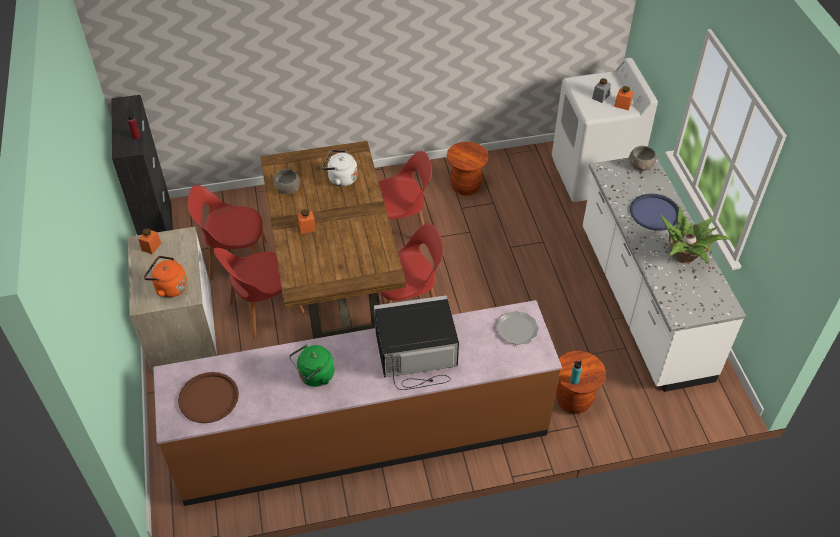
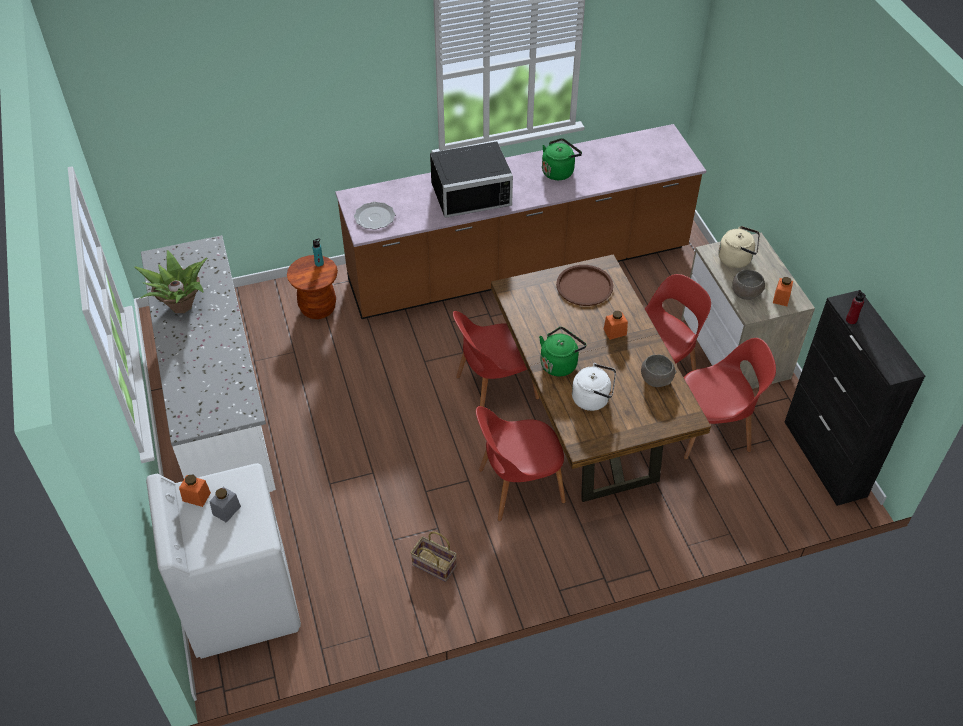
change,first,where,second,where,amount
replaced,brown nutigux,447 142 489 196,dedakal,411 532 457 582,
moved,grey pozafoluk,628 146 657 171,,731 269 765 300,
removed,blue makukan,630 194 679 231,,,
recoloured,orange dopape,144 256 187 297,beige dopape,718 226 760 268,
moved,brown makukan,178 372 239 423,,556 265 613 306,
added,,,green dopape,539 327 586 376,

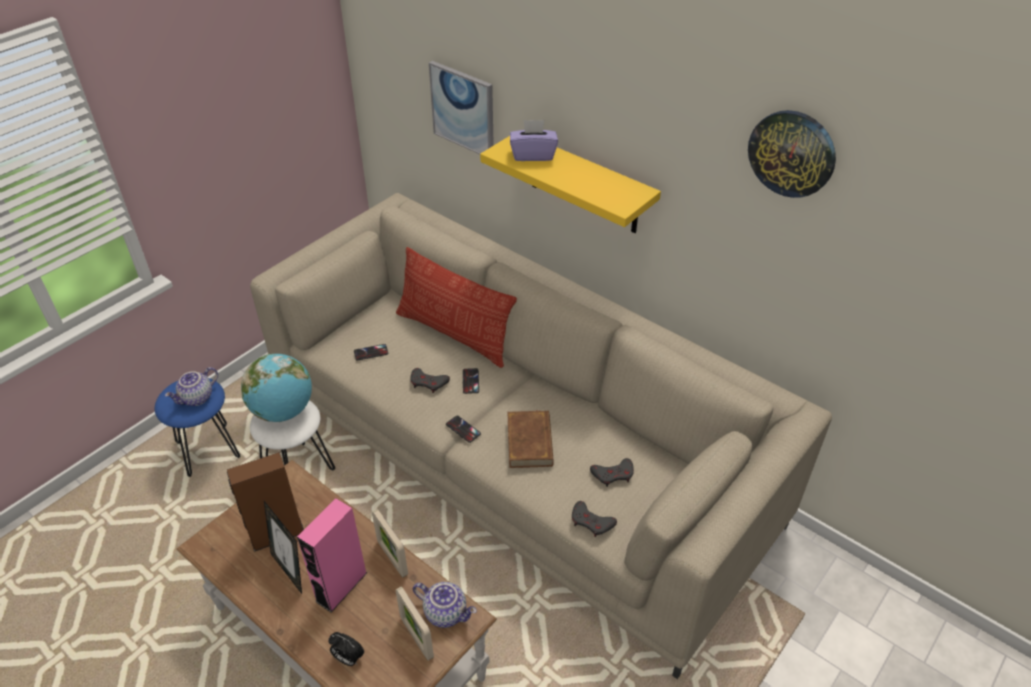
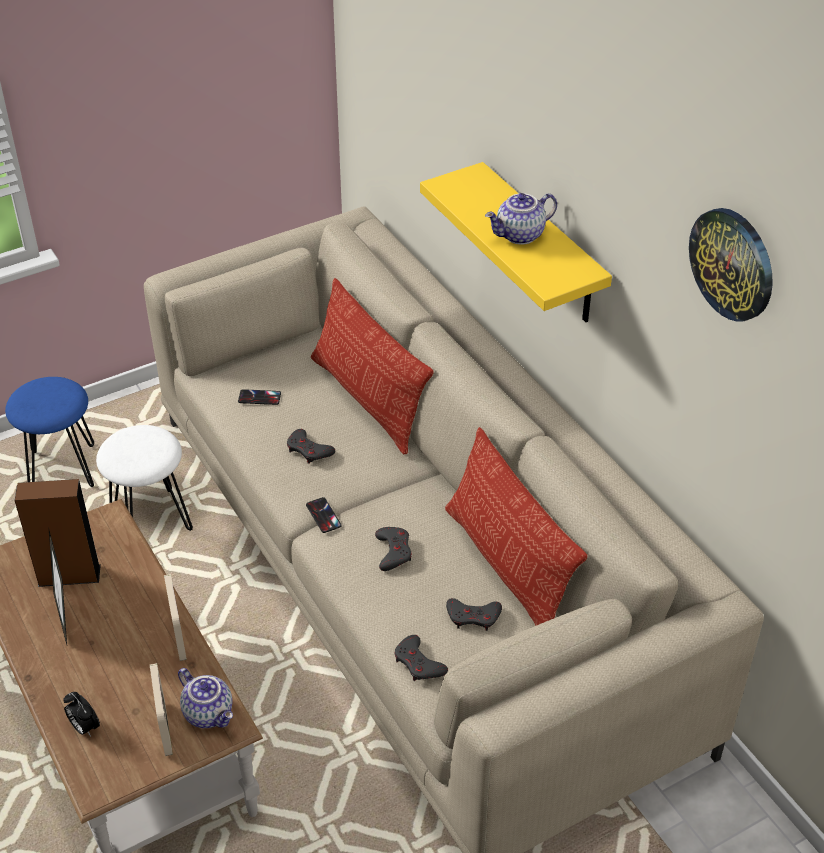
change,first,where,second,where,amount
removed,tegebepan,429 61 494 154,,,
removed,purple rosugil,510 120 558 161,,,
removed,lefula,241 354 312 422,,,
moved,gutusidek,165 367 218 406,,485 193 557 245,
removed,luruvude,463 368 479 394,,,
replaced,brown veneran,507 410 554 468,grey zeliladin,375 527 412 571,
removed,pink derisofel,297 498 367 613,,,
added,,,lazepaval,445 427 587 626,

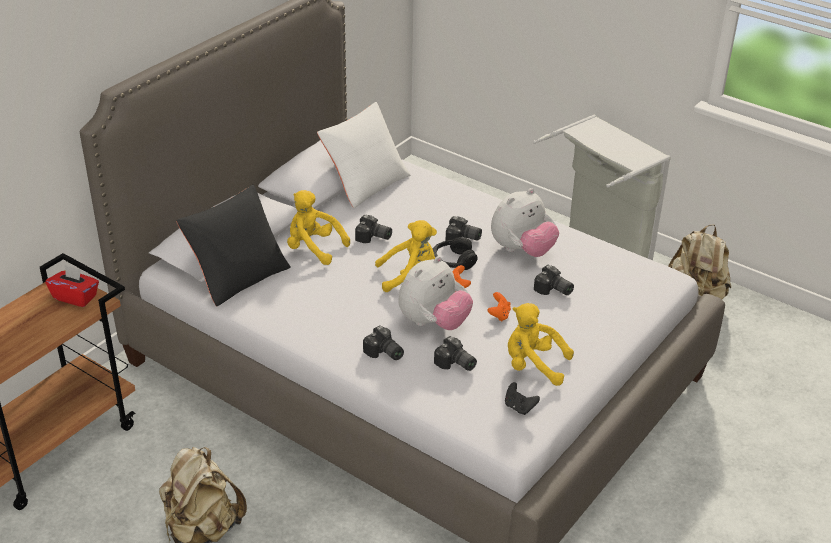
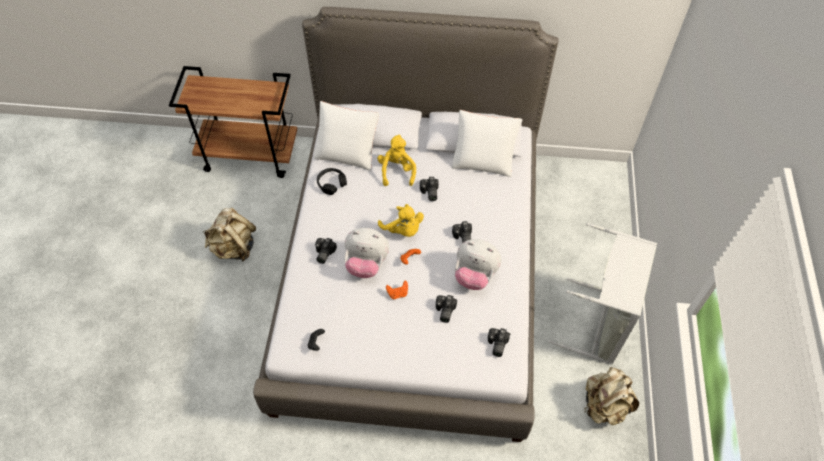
change,first,where,second,where,amount
recoloured,black lazepaval,176 185 291 306,white lazepaval,314 101 379 171,
moved,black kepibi,433 237 478 270,,317 168 347 195,
removed,red rosugil,46 264 99 307,,,
removed,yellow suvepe,508 303 574 386,,,
moved,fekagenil,434 336 477 371,,488 328 510 357,

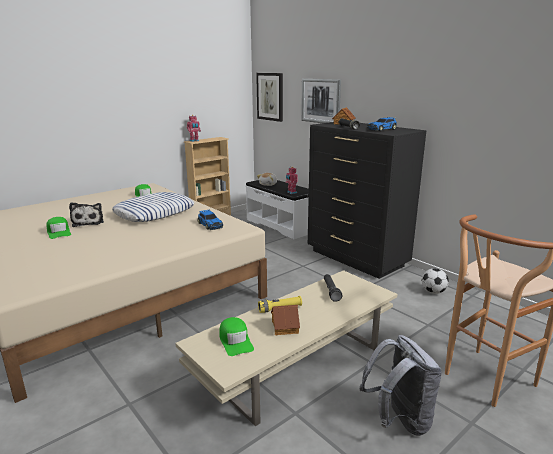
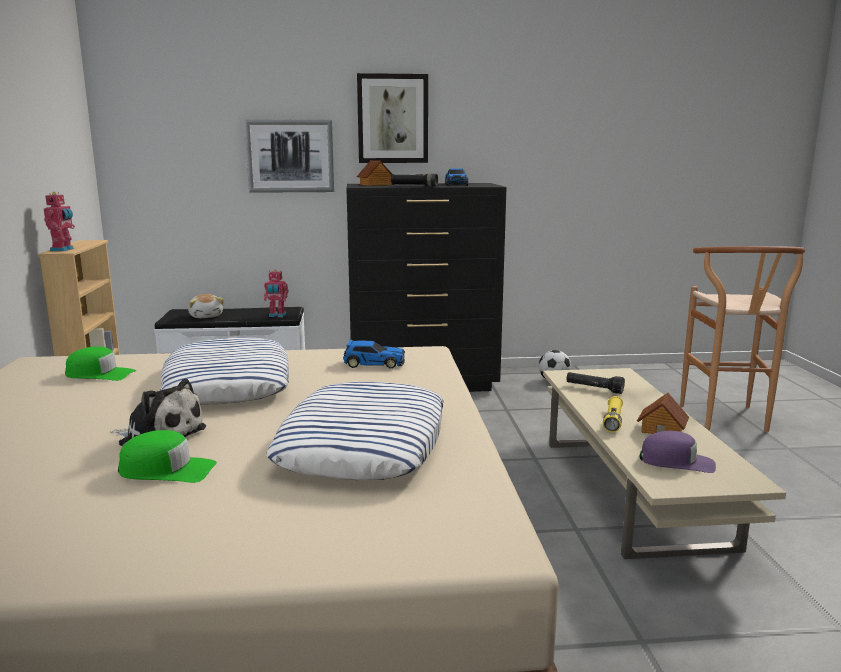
change,first,where,second,where,amount
moved,tegebepan,256 73 283 122,,357 73 428 163,
recoloured,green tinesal,219 317 254 356,purple tinesal,639 431 716 473,
removed,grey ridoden,360 335 442 436,,,
added,,,lazepaval,266 381 444 480,

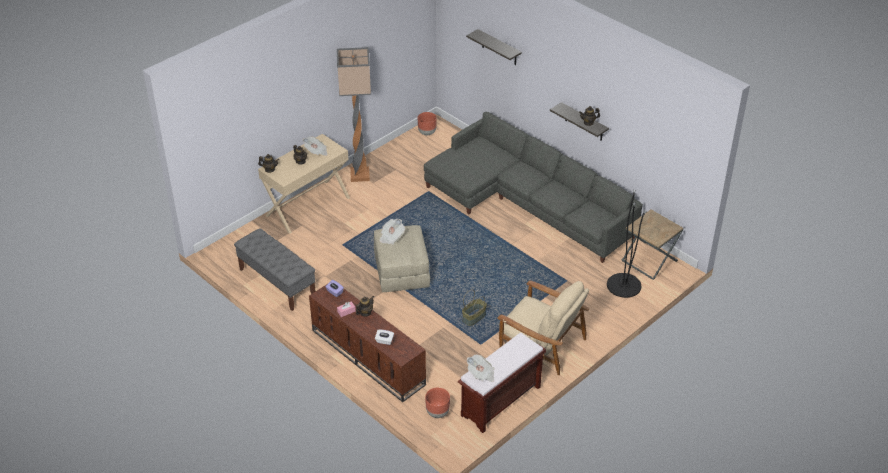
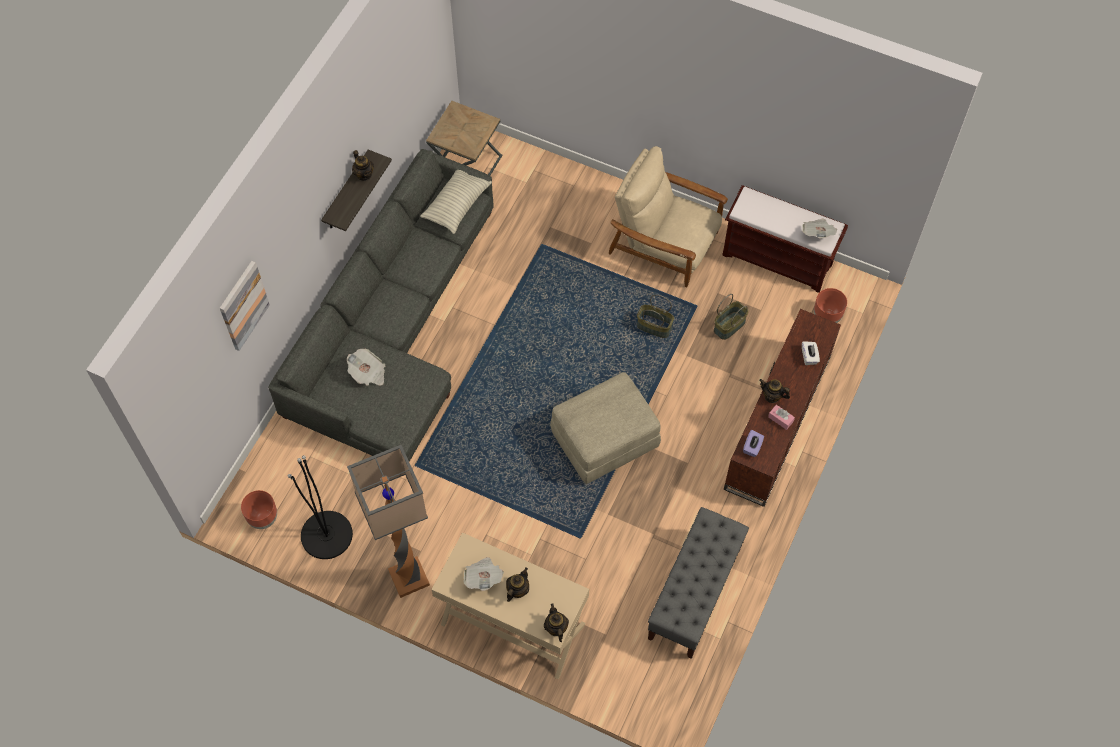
change,first,where,second,where,amount
replaced,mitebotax,466 29 522 65,tegebepan,220 261 270 351,
moved,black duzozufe,607 190 647 298,,288 455 353 559,
moved,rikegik,379 219 405 245,,347 349 385 386,
turned,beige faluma,497 280 589 375,,609 146 728 287,75 degrees counterclockwise
added,,,lazepaval,420 170 492 234,
added,,,dedakal,714 294 748 340,

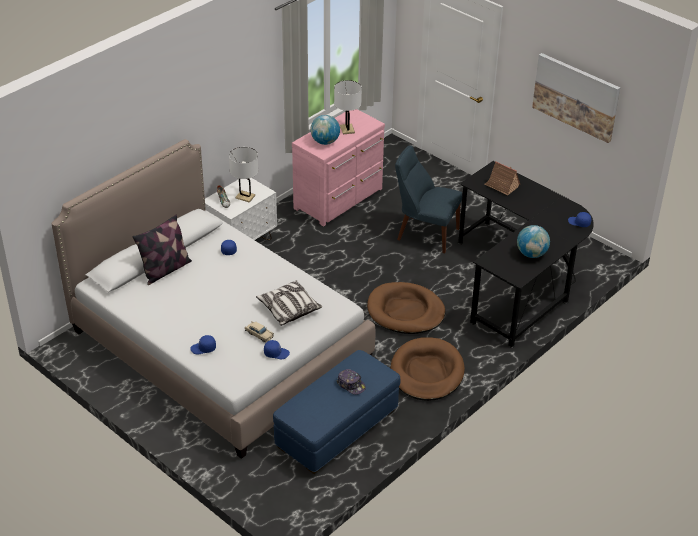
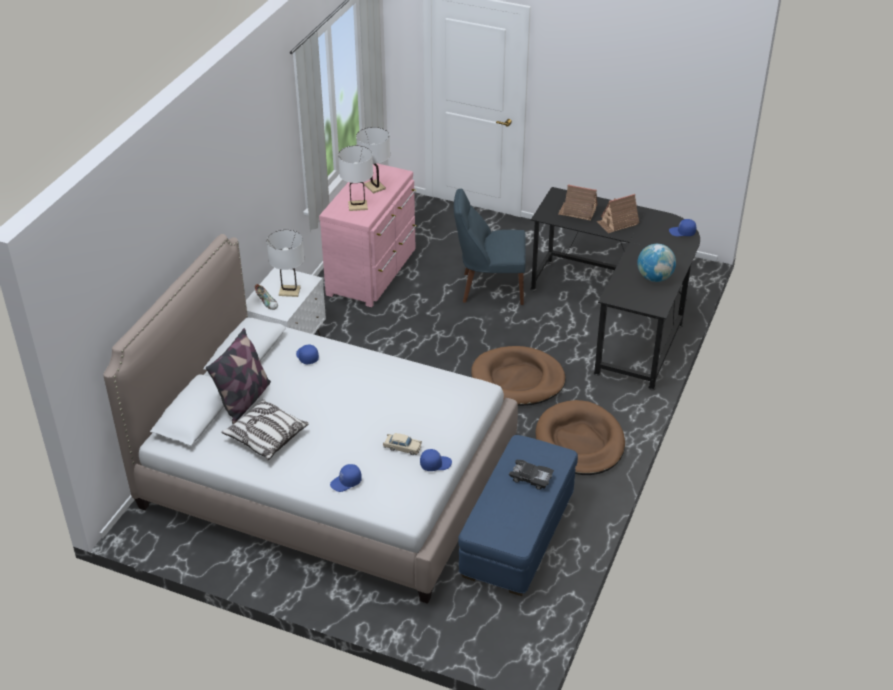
change,first,where,second,where,amount
removed,tegebepan,532 53 620 143,,,
replaced,lefula,310 115 340 145,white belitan,338 145 373 211,
moved,lazepaval,256 280 322 326,,221 399 309 460,
replaced,tinesal,337 369 366 395,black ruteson,509 459 554 490,
added,,,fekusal,597 194 639 233,

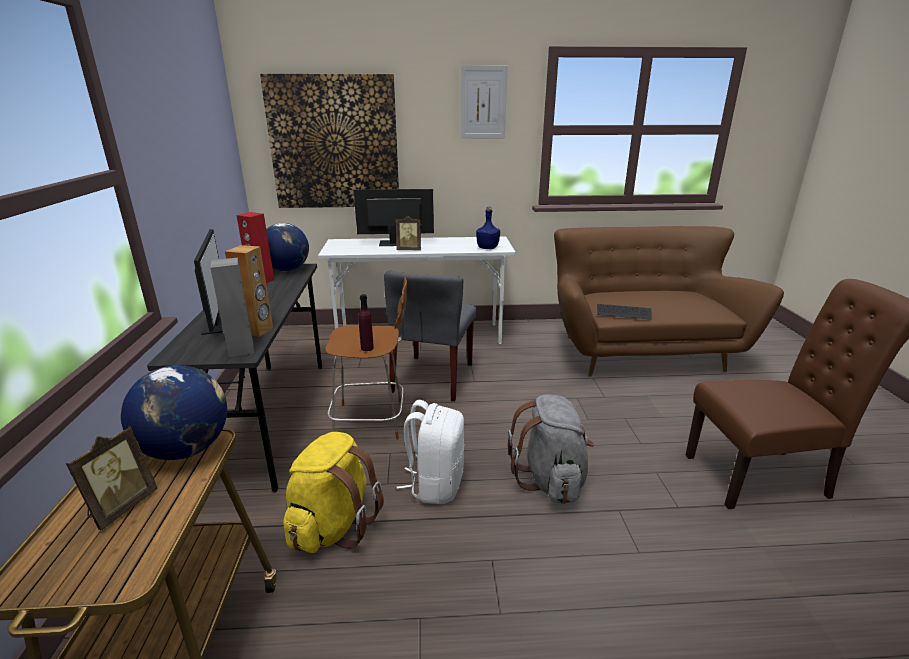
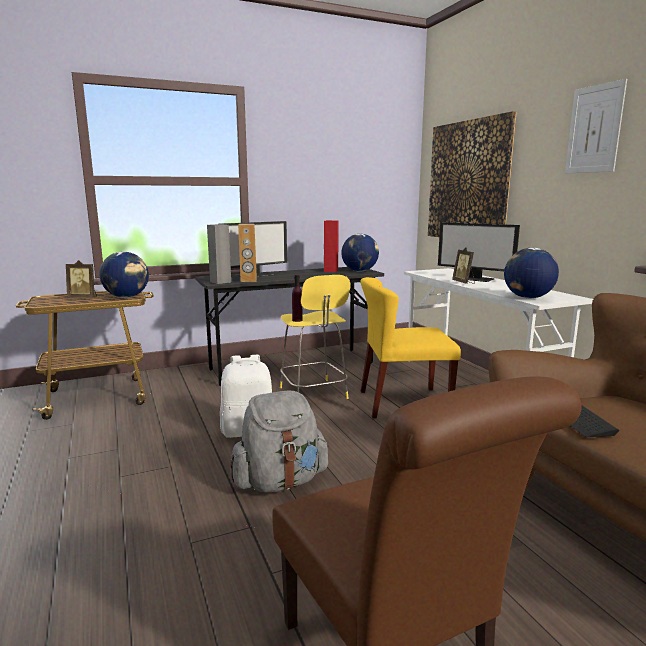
change,first,where,second,where,amount
turned,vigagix,354 189 434 246,,438 222 520 282,150 degrees clockwise
replaced,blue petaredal,476 207 500 249,lefula,504 248 559 298,
recoloured,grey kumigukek,384 270 476 402,yellow kumigukek,360 277 461 418,
recoloured,brown nutigux,325 277 407 440,yellow nutigux,280 275 350 399,
removed,yellow ridoden,283 432 384 553,,,

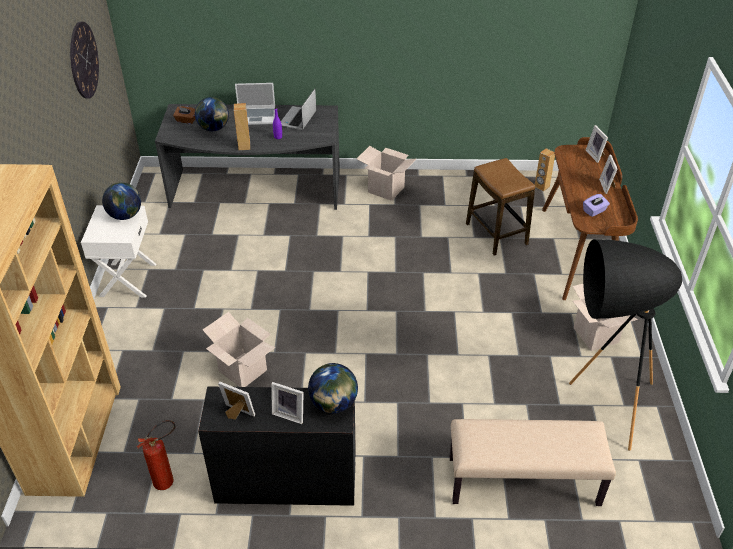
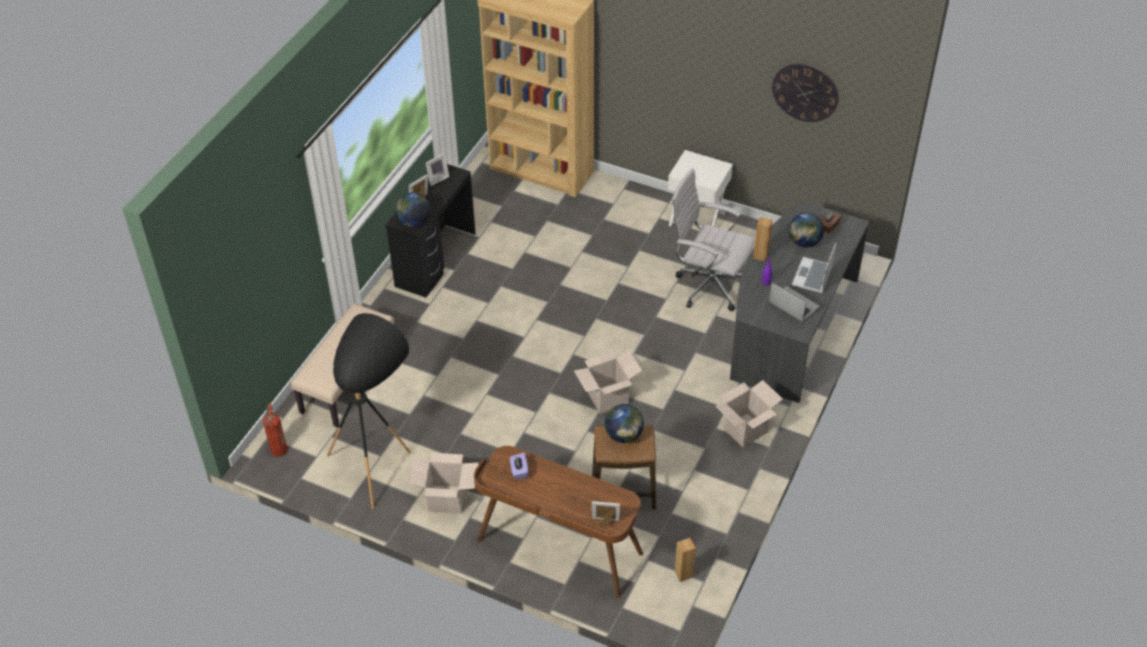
change,first,where,second,where,amount
removed,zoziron,599 155 618 194,,,
moved,lefula,102 182 141 220,,605 404 644 443,
moved,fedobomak,203 312 275 387,,574 350 642 414,
moved,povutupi,137 420 176 490,,263 403 287 457,
added,,,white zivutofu,671 168 754 311,

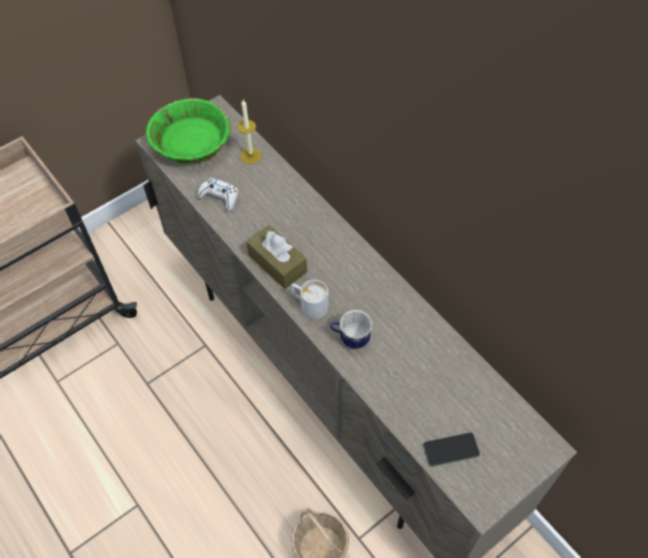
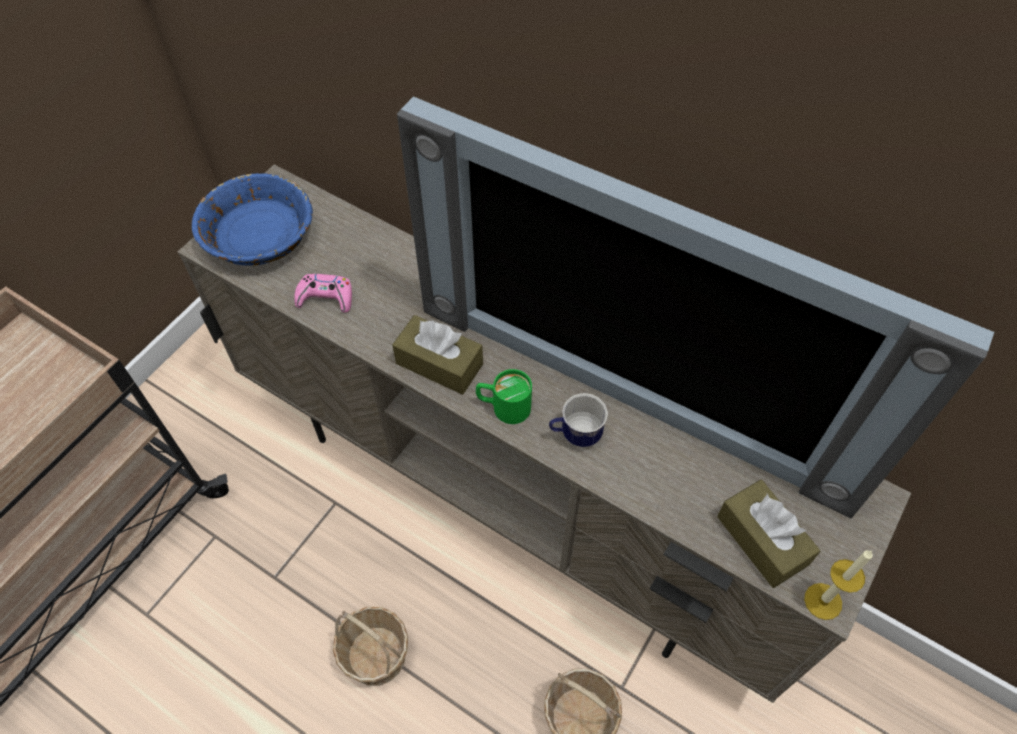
change,first,where,second,where,amount
recoloured,green pozafoluk,146 98 230 163,blue pozafoluk,192 173 313 266,
moved,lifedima,238 100 261 164,,804 550 873 620,
recoloured,white zeliladin,197 178 238 211,pink zeliladin,295 274 352 313,
recoloured,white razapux,291 280 328 319,green razapux,476 369 532 424,
replaced,luruvude,423 432 480 467,brown rosugil,717 479 821 588,
added,,,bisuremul,397 97 994 518,
added,,,dedakal,333 607 408 686,

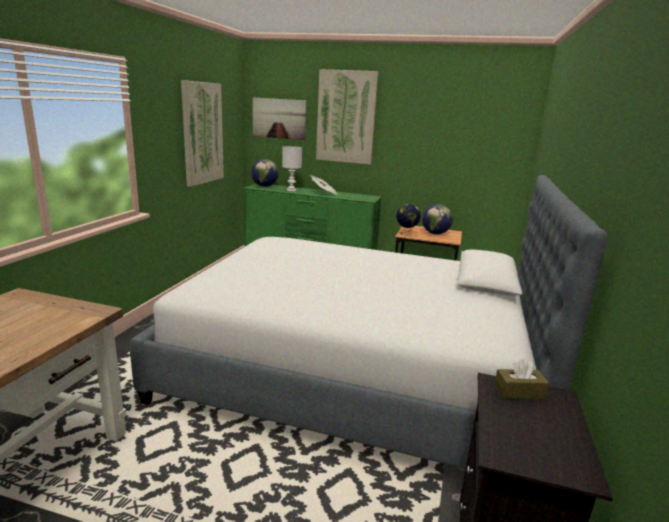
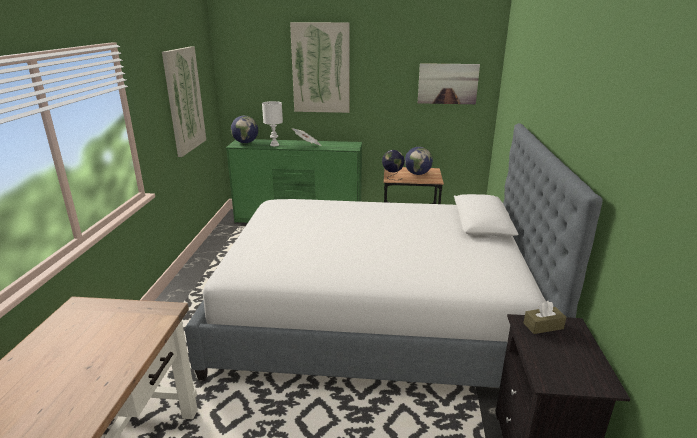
change,first,where,second,where,amount
moved,tegebepan,253 97 306 140,,418 63 480 104,

